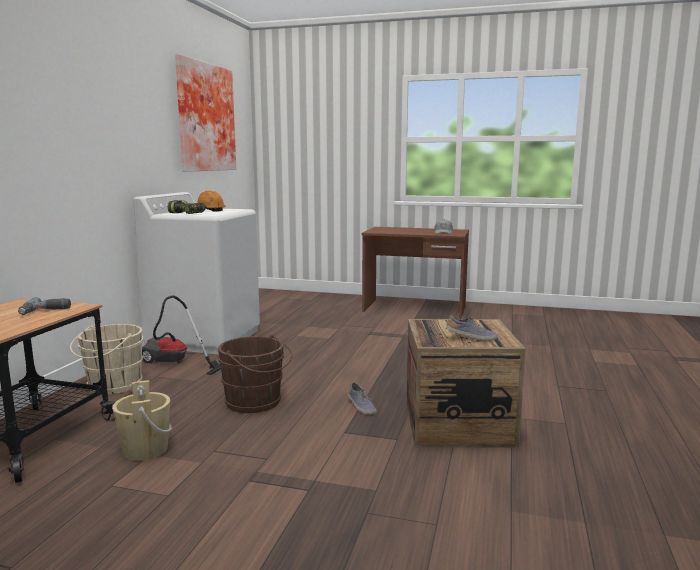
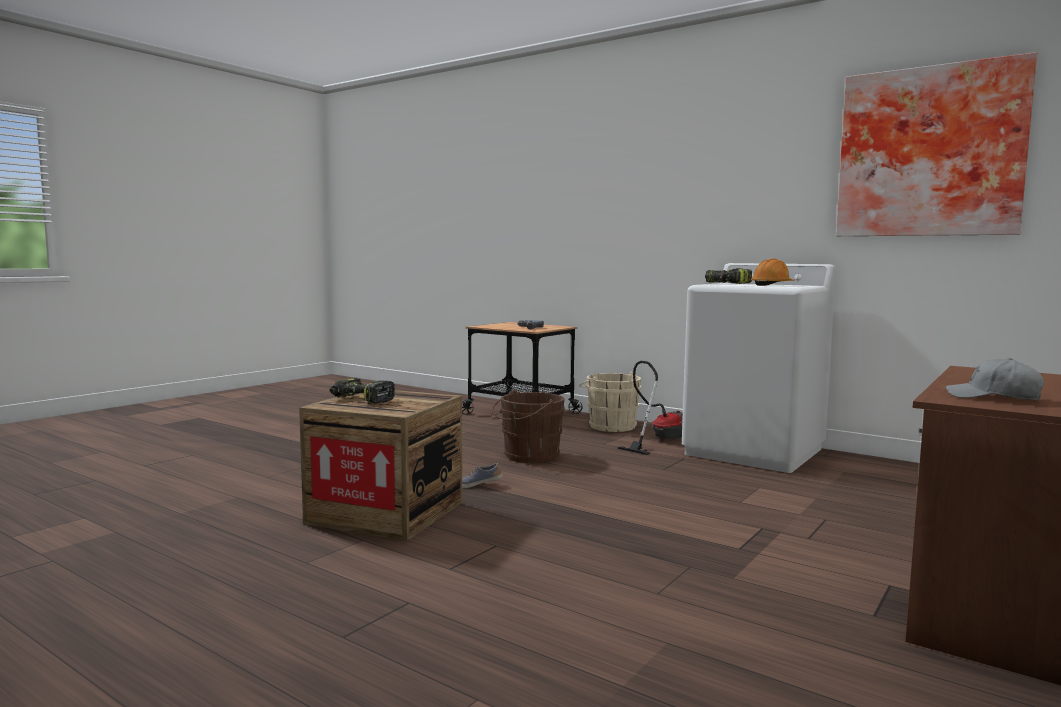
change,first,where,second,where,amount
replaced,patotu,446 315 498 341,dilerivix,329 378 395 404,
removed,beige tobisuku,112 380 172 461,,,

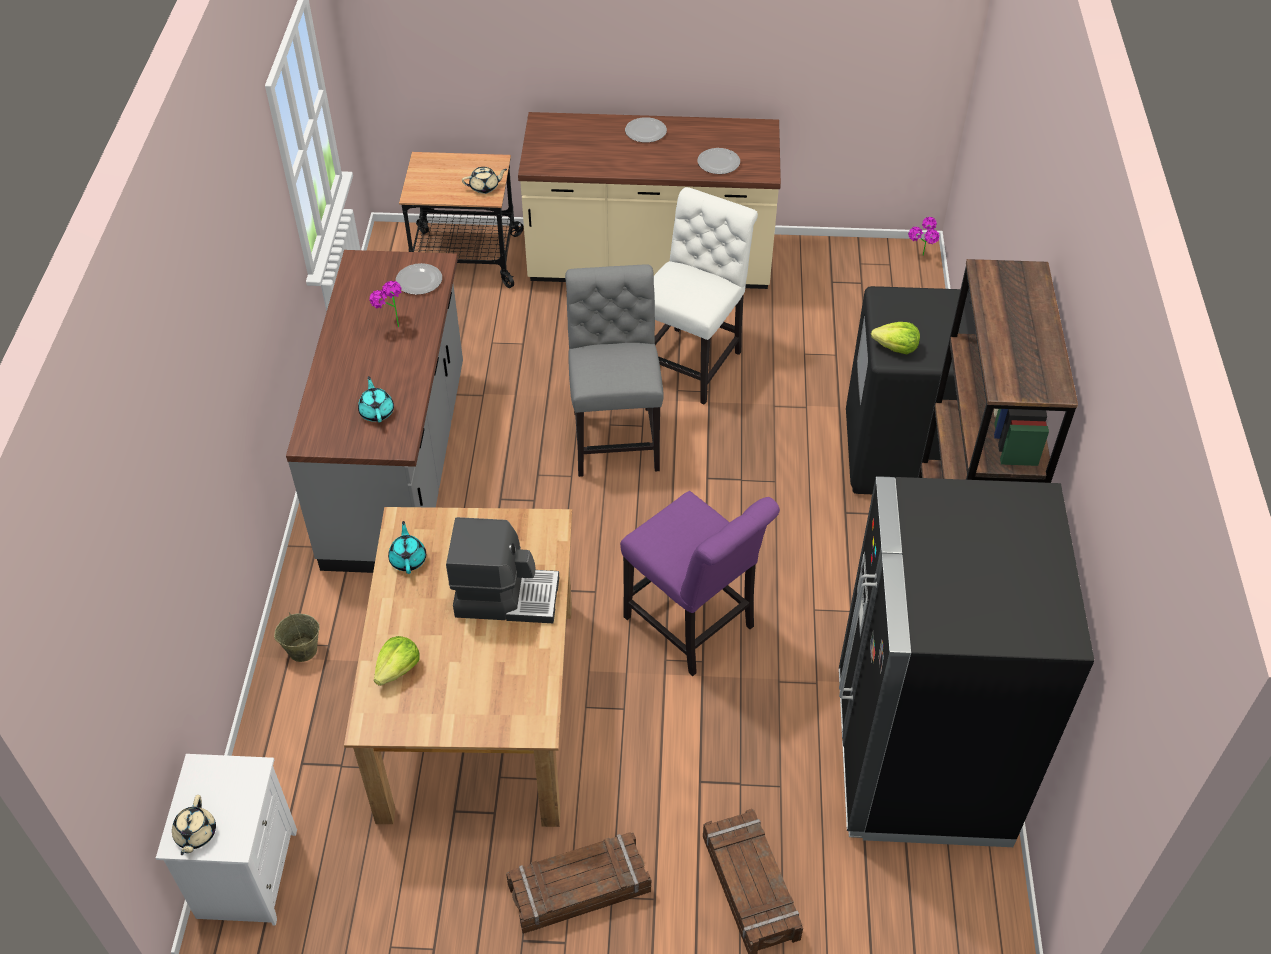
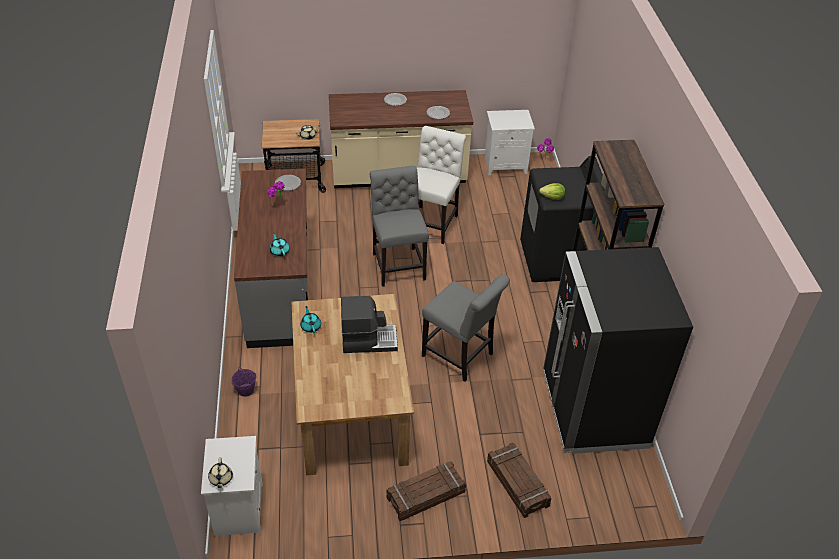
change,first,where,second,where,amount
recoloured,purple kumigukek,620 491 780 676,grey kumigukek,422 274 510 382,
recoloured,beige tobisuku,274 612 320 662,purple tobisuku,231 368 257 397,
removed,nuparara,374 636 420 686,,,
added,,,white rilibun,485 110 535 175,

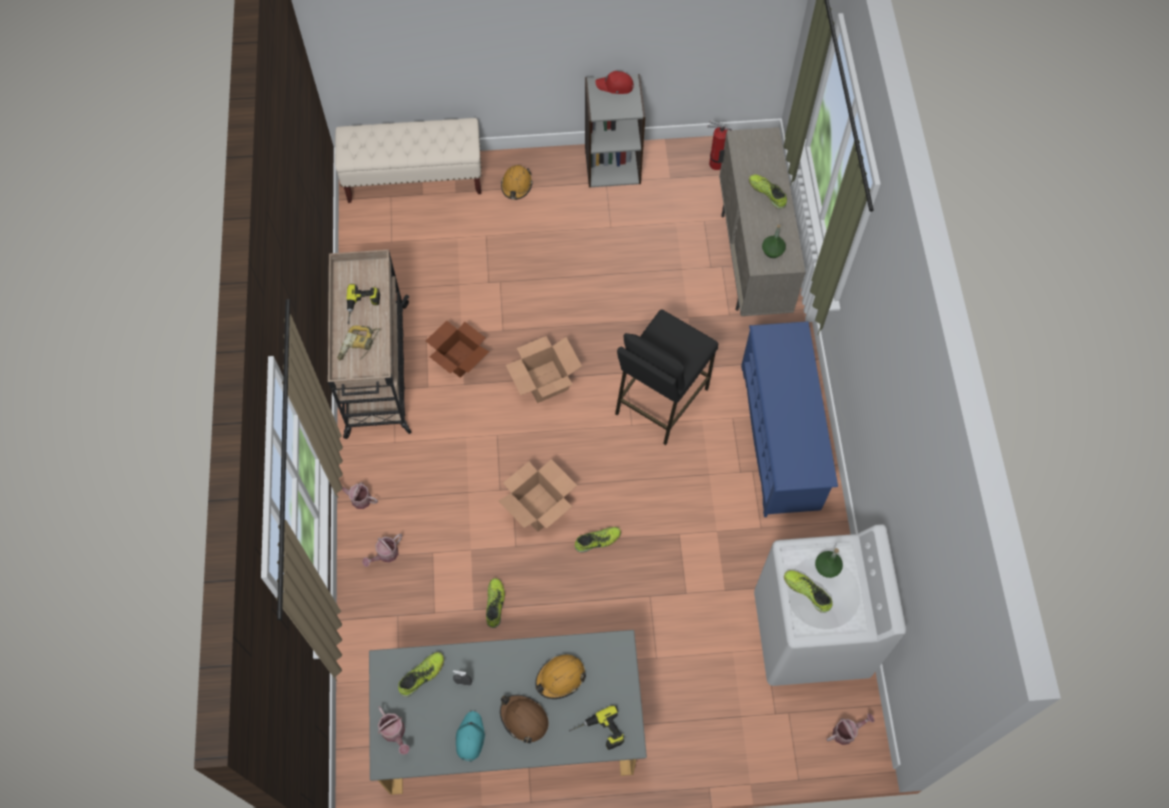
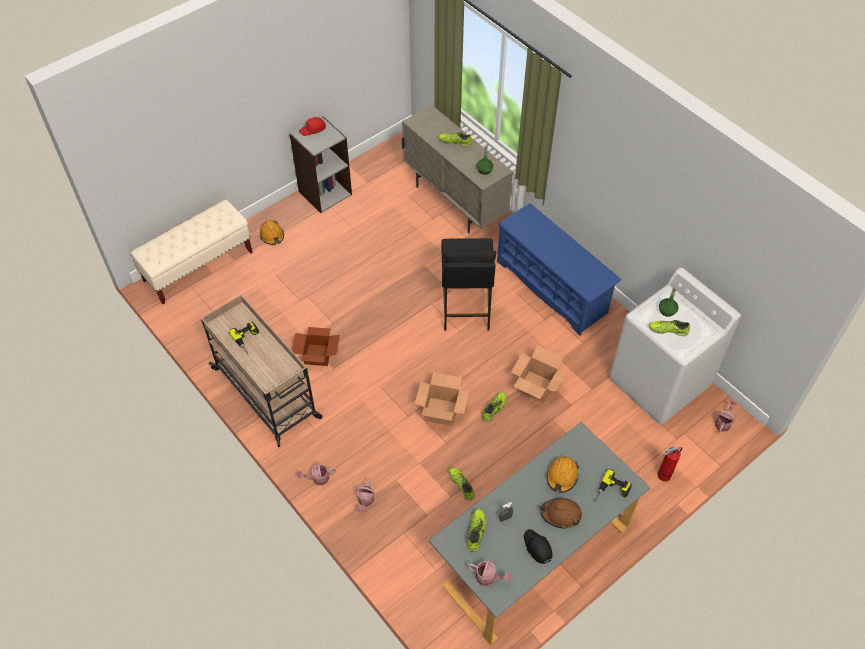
change,first,where,second,where,amount
moved,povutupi,707 120 732 170,,658 446 682 482,
removed,dilerivix,337 326 381 360,,,
moved,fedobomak,506 336 582 403,,511 345 567 403,
recoloured,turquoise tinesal,456 711 485 762,black tinesal,524 529 553 564,

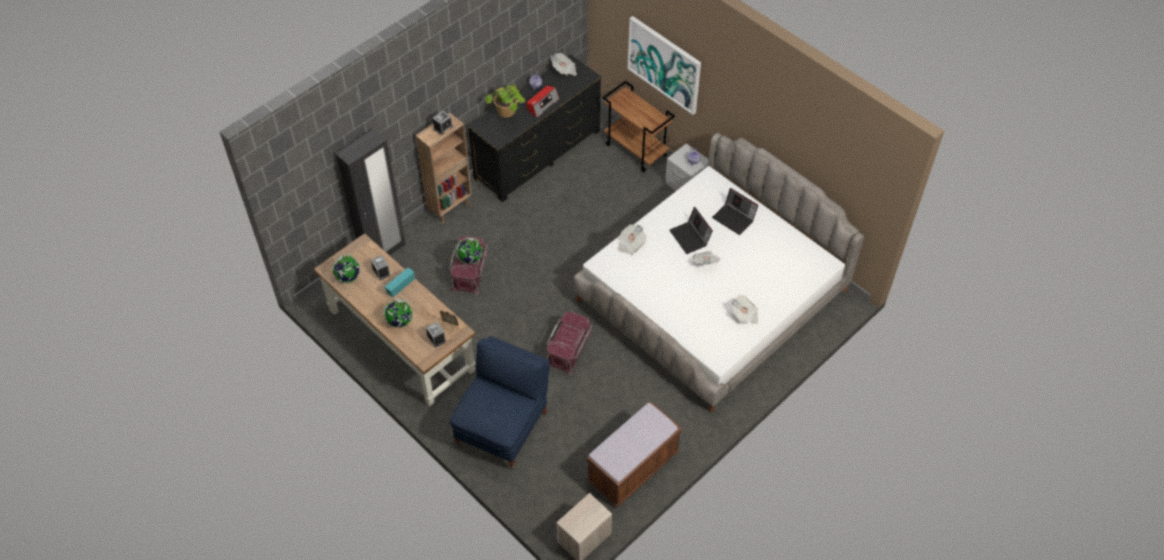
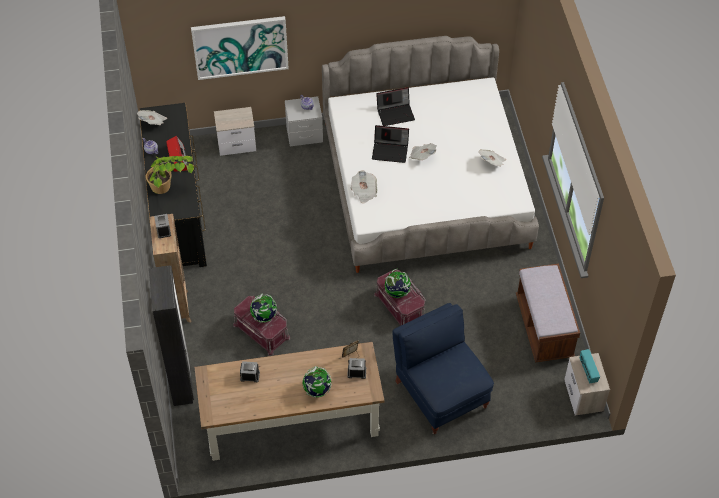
change,first,where,second,where,amount
replaced,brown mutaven,602 81 675 173,rilibun,214 107 256 156,
moved,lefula,333 254 361 284,,385 269 412 298,
moved,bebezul,385 267 414 297,,580 349 600 383,

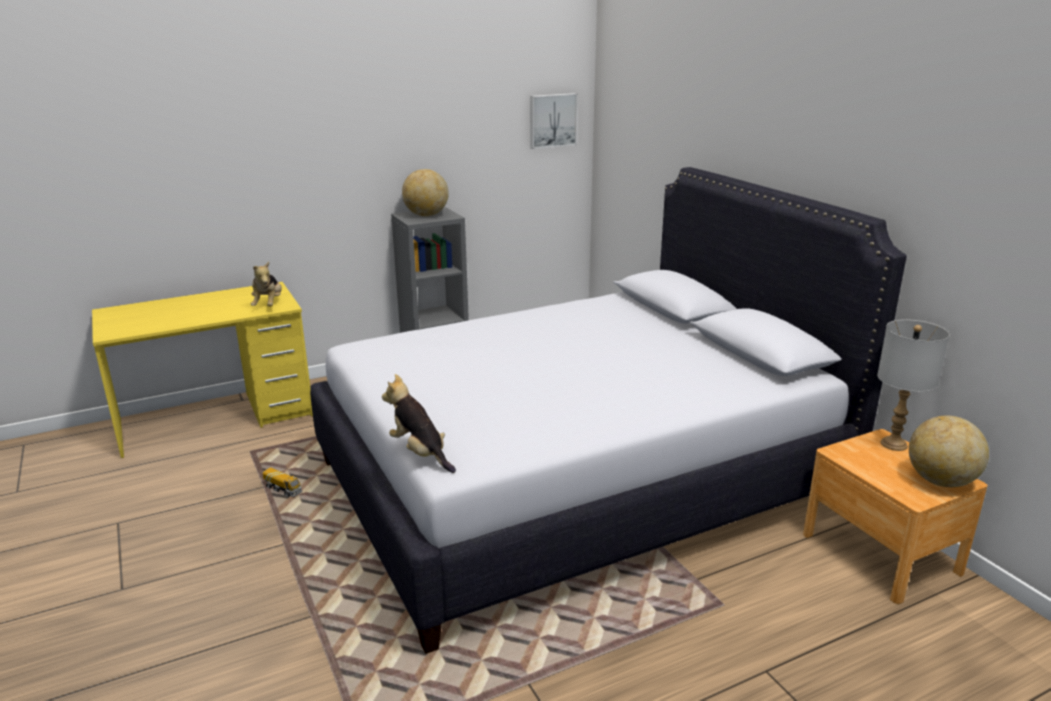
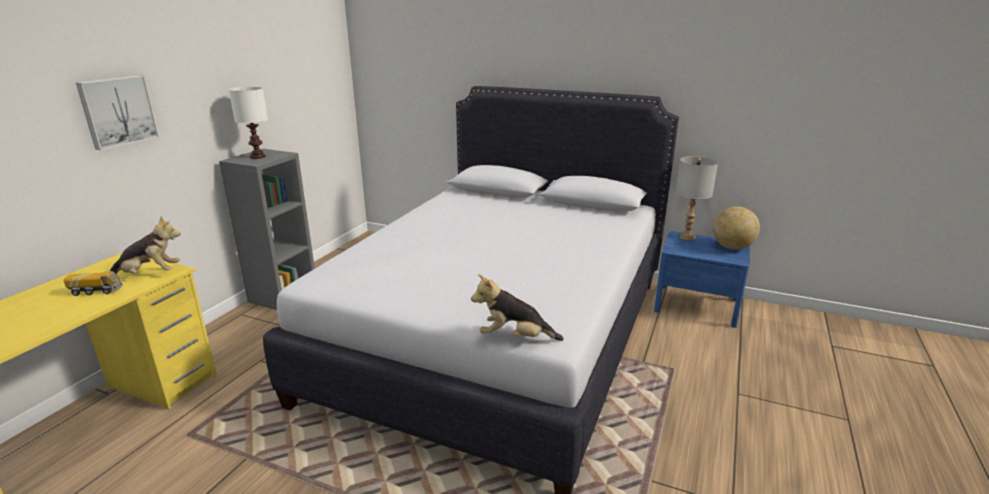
change,first,where,second,where,amount
moved,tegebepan,530 93 578 149,,76 75 159 150,
replaced,lefula,402 169 449 216,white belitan,229 86 268 159,
turned,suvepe,251 262 282 306,,110 216 181 274,60 degrees counterclockwise
recoloured,brown rilibun,803 429 988 604,blue rilibun,654 231 750 328,
moved,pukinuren,262 467 302 497,,64 271 123 296,

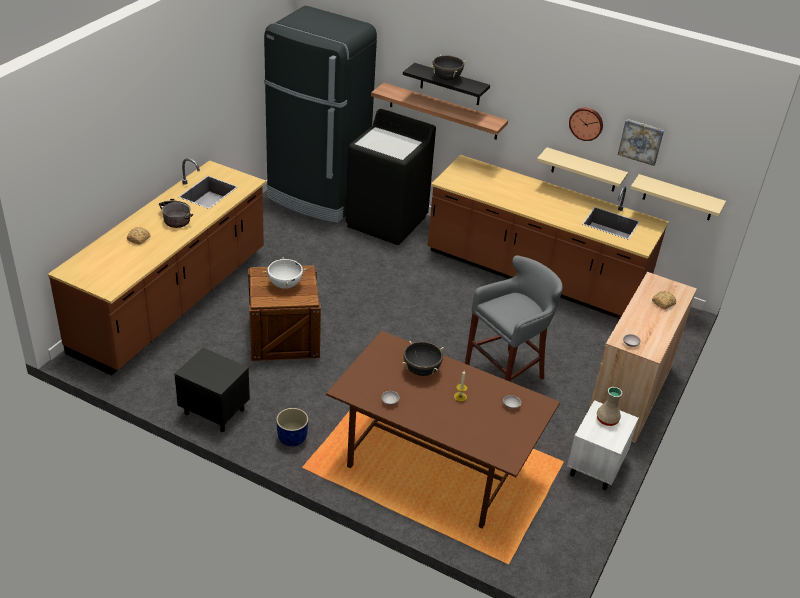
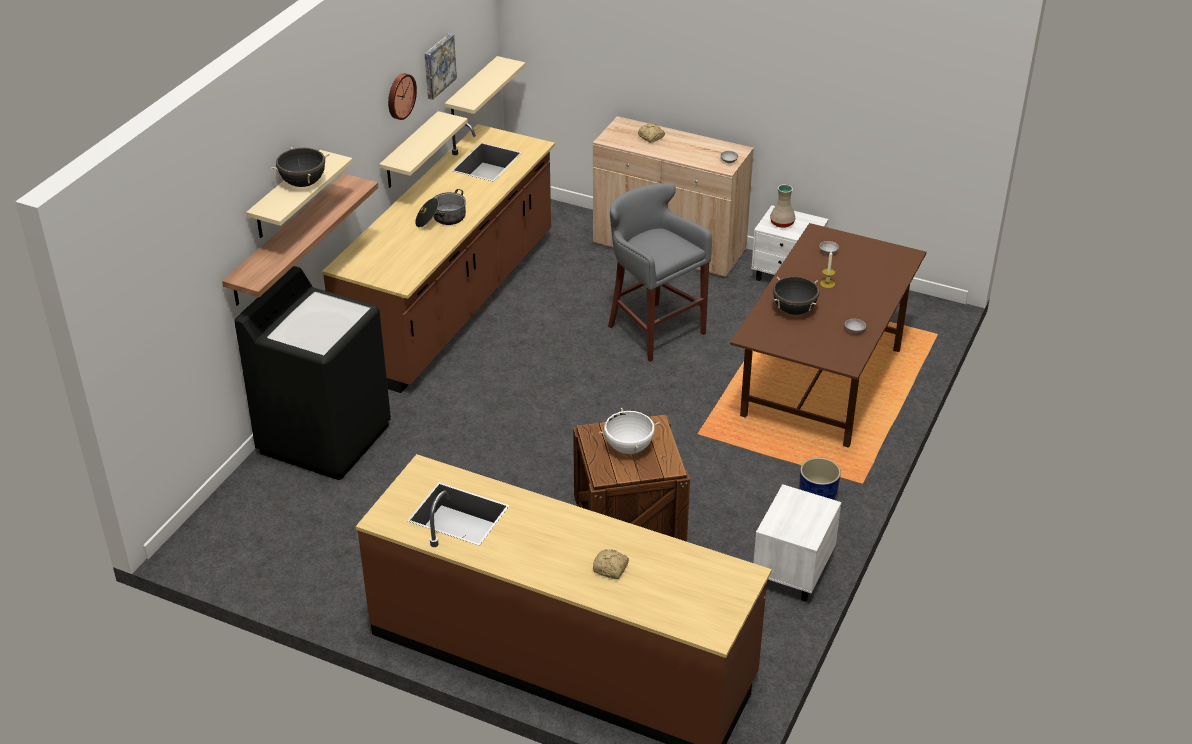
change,first,where,second,where,amount
removed,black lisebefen,264 6 377 223,,,
recoloured,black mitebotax,403 63 490 105,beige mitebotax,246 150 353 238,
moved,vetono,159 199 193 228,,415 189 466 228,
recoloured,black rilibun,174 348 250 432,white rilibun,753 484 841 602,

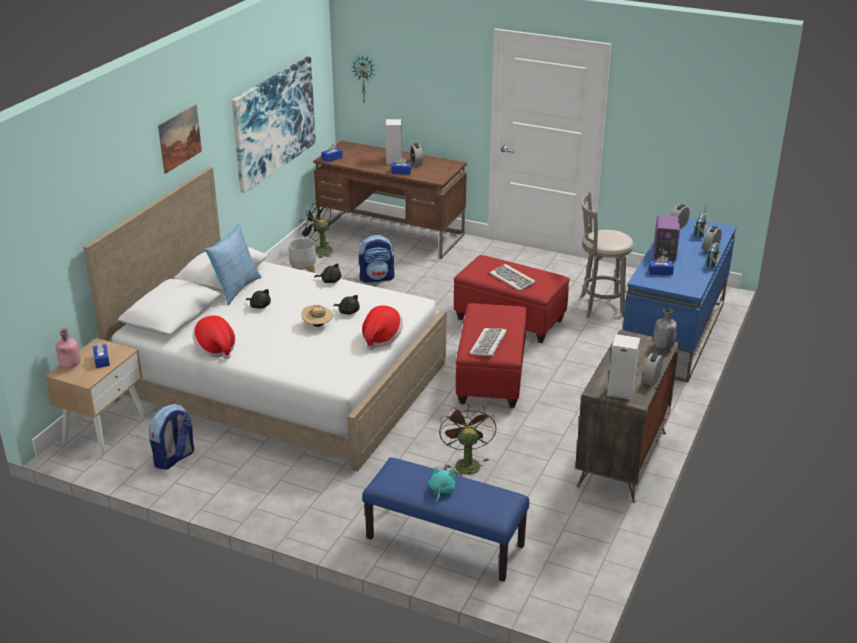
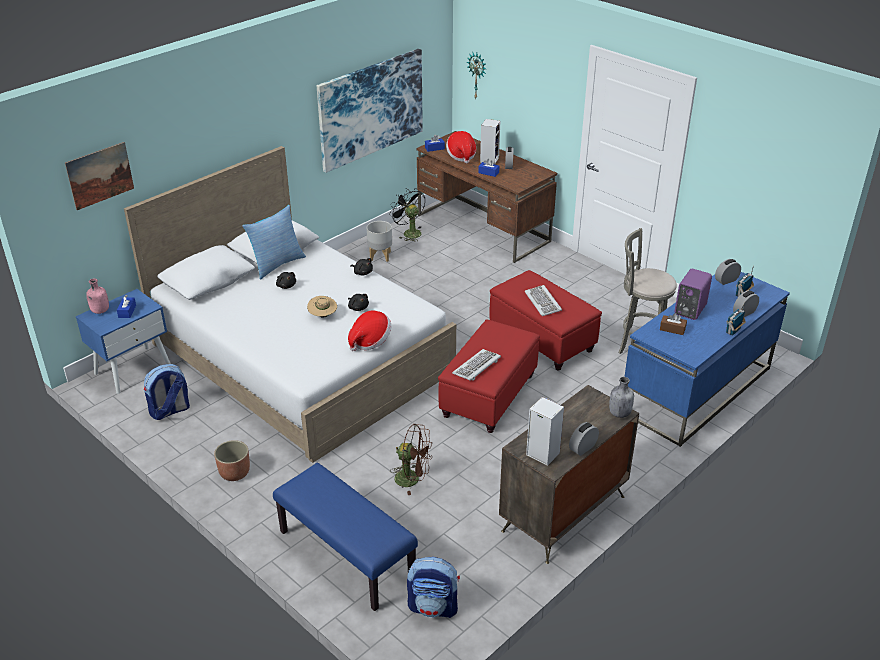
change,first,where,second,where,amount
moved,tegebepan,158 105 202 174,,65 142 134 210,
moved,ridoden,359 235 395 283,,407 557 460 618,
recoloured,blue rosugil,648 255 674 275,brown rosugil,660 313 687 335,
moved,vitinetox,193 316 235 359,,446 131 476 164,
recoloured,beige rilibun,45 338 147 455,blue rilibun,76 289 171 394,
turned,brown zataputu,439 404 496 478,,391 424 432 495,90 degrees clockwise
removed,turquoise suvepe,429 466 456 503,,,
added,,,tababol,214 440 250 481,

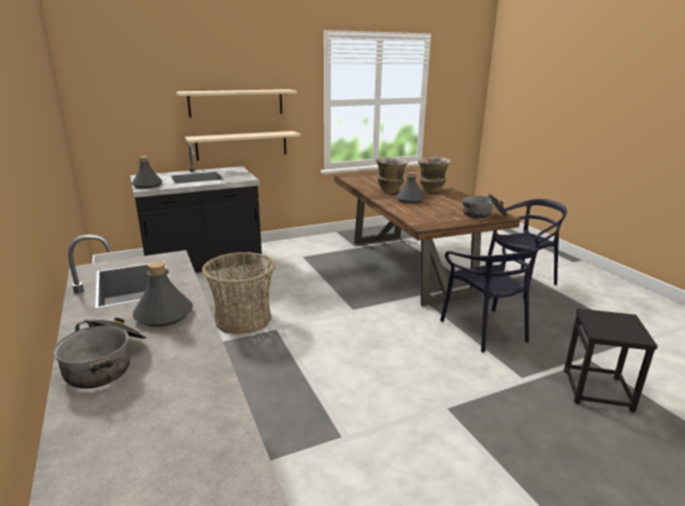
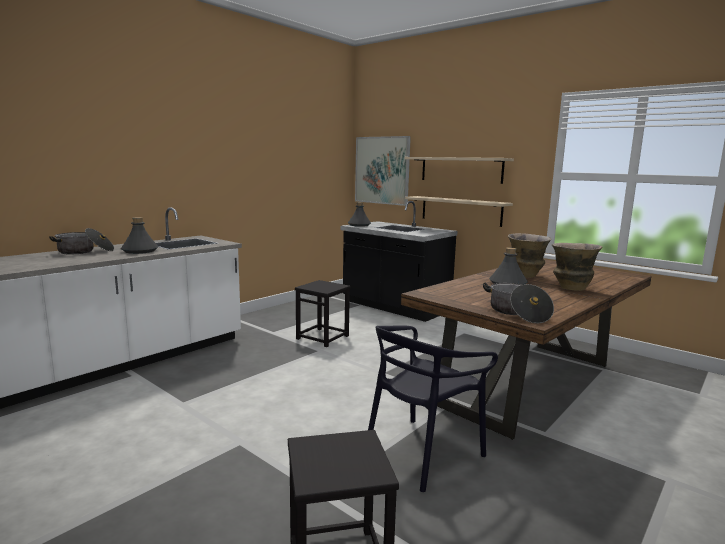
change,first,where,second,where,amount
removed,black kumigukek,485 199 567 299,,,
replaced,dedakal,202 252 275 334,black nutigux,295 280 351 347,
added,,,tegebepan,355 136 411 206,

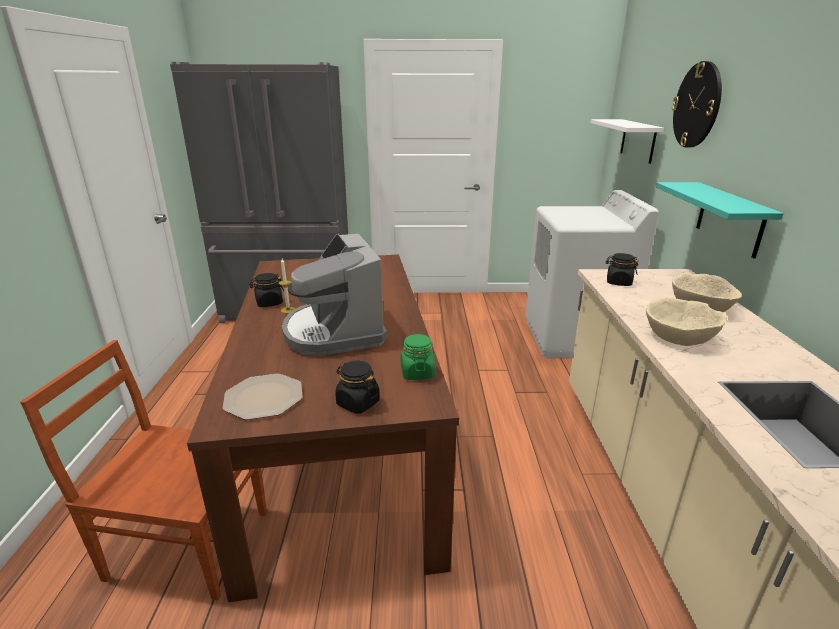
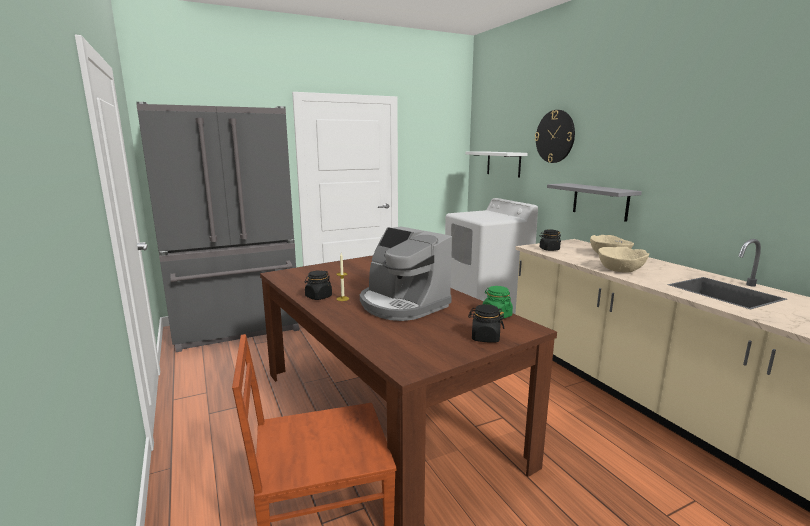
change,first,where,second,where,amount
recoloured,turquoise mitebotax,656 182 784 258,grey mitebotax,547 183 642 222,
removed,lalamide,223 374 303 420,,,

